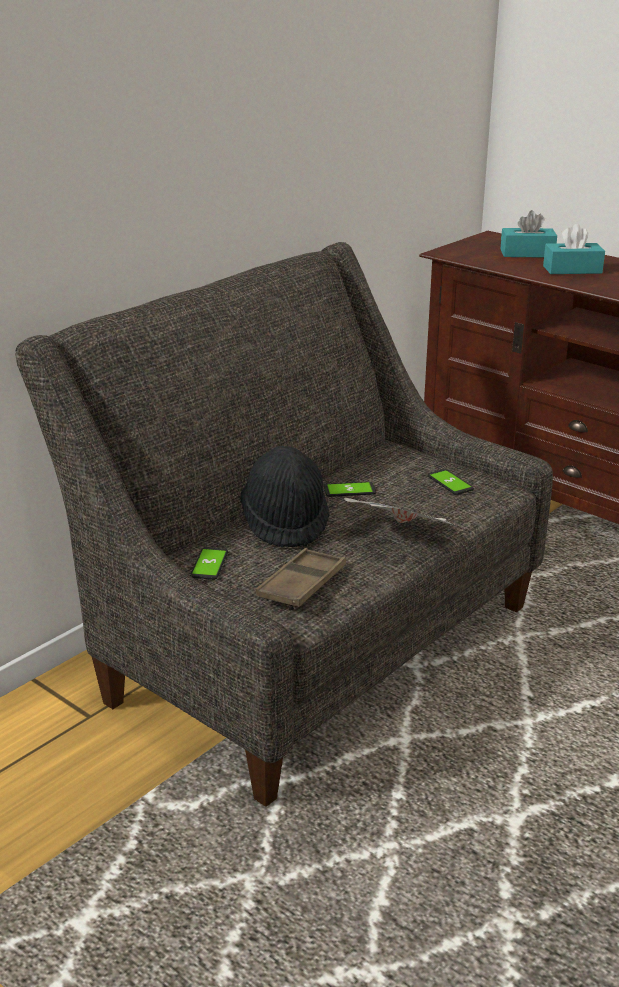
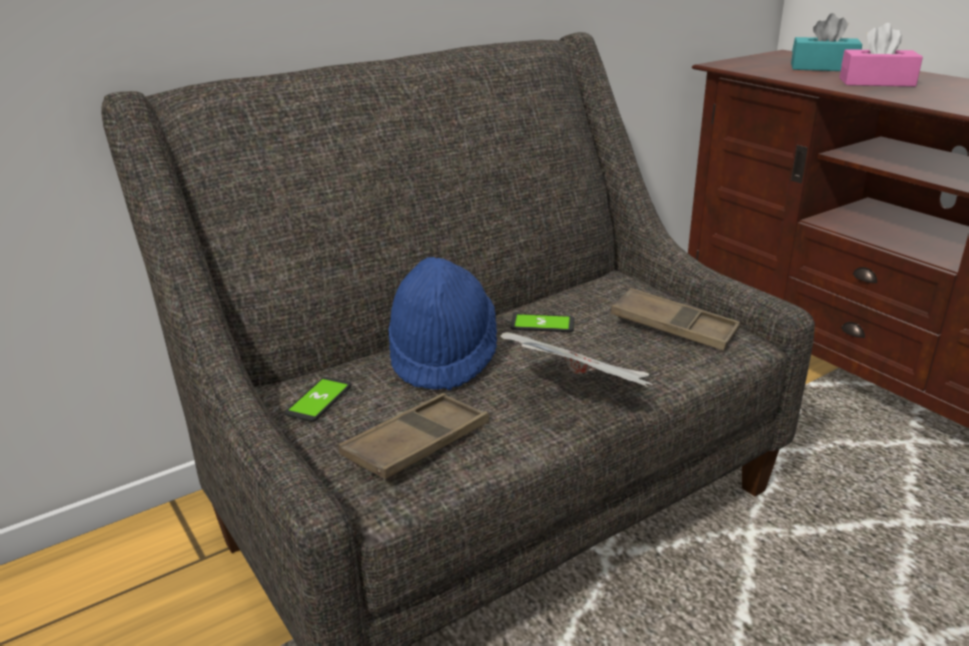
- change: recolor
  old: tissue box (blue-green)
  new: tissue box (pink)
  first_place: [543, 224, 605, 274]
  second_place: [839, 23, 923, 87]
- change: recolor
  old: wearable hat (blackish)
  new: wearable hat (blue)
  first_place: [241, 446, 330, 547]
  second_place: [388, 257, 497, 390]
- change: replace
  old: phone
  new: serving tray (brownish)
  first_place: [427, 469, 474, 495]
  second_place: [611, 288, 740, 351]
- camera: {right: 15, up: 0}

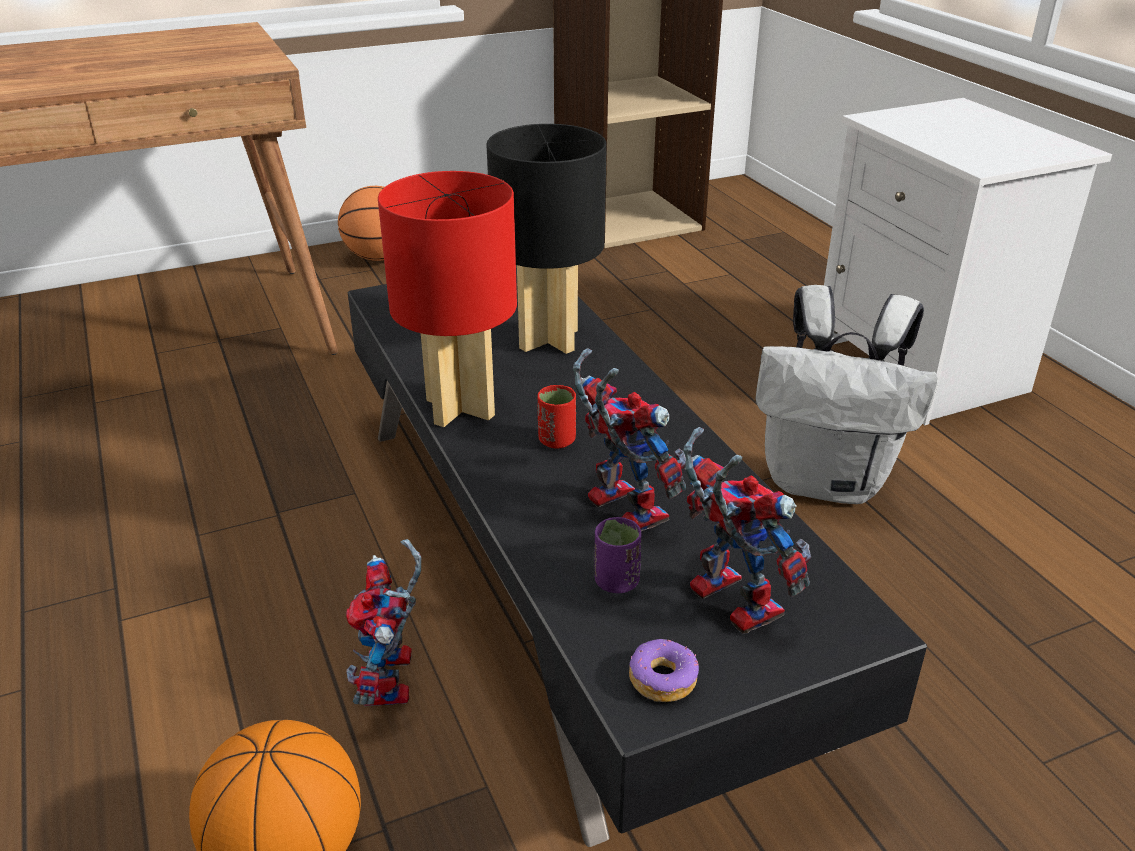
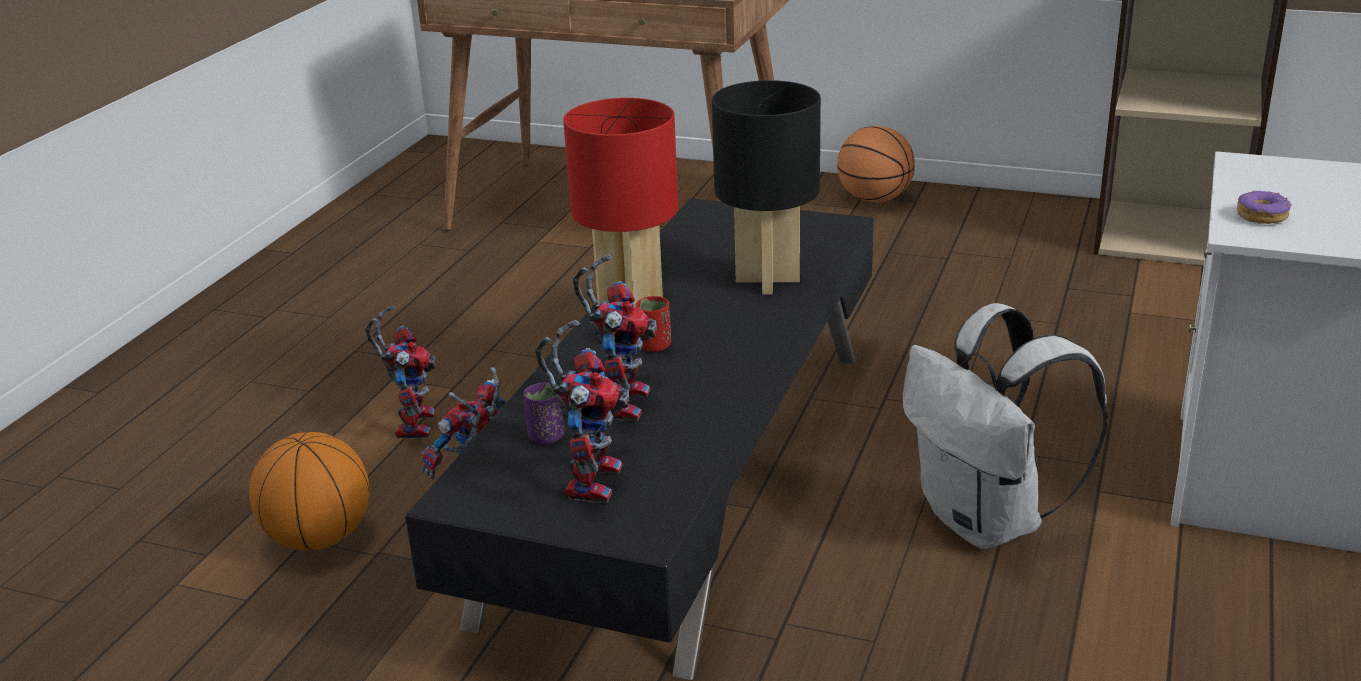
- change: move
  old: donut
  first_place: [629, 639, 699, 702]
  second_place: [1237, 191, 1292, 224]
- change: insert
  new: toy robot
  second_place: [365, 305, 436, 439]
- camera: {right: 45, up: -5}

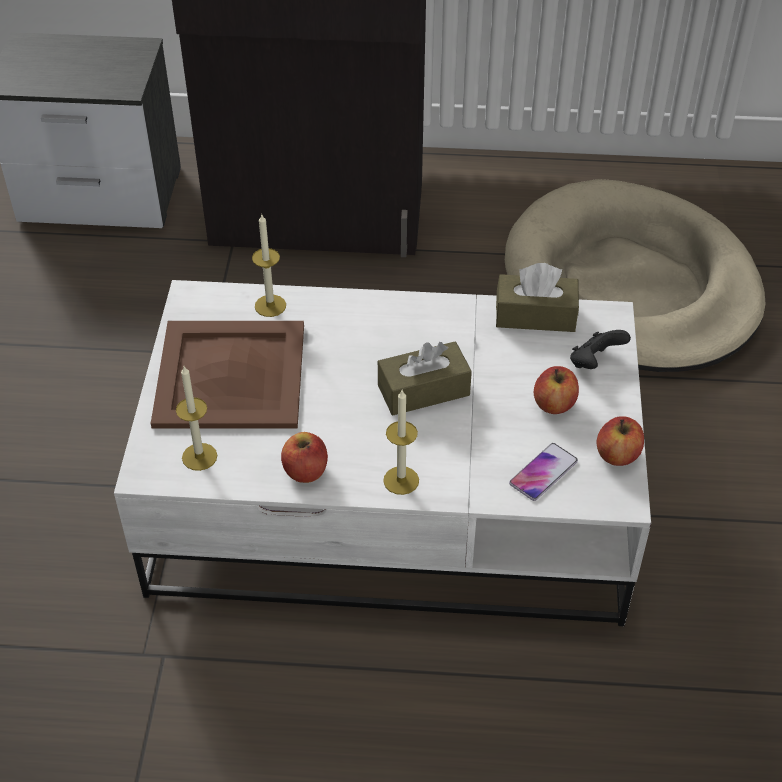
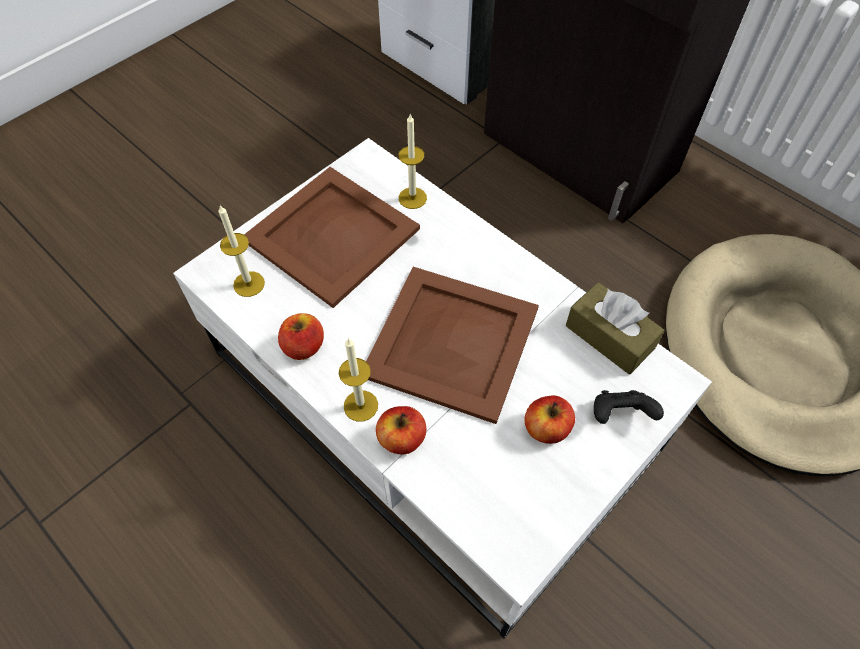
- change: replace
  old: tissue box (brownish)
  new: serving tray (brownish)
  first_place: [378, 342, 472, 415]
  second_place: [366, 267, 539, 424]
- change: move
  old: apple fruit
  first_place: [596, 416, 644, 466]
  second_place: [376, 406, 426, 454]
- change: delete
  old: phone
  first_place: [509, 443, 578, 501]
- camera: {right: 40, up: 10}

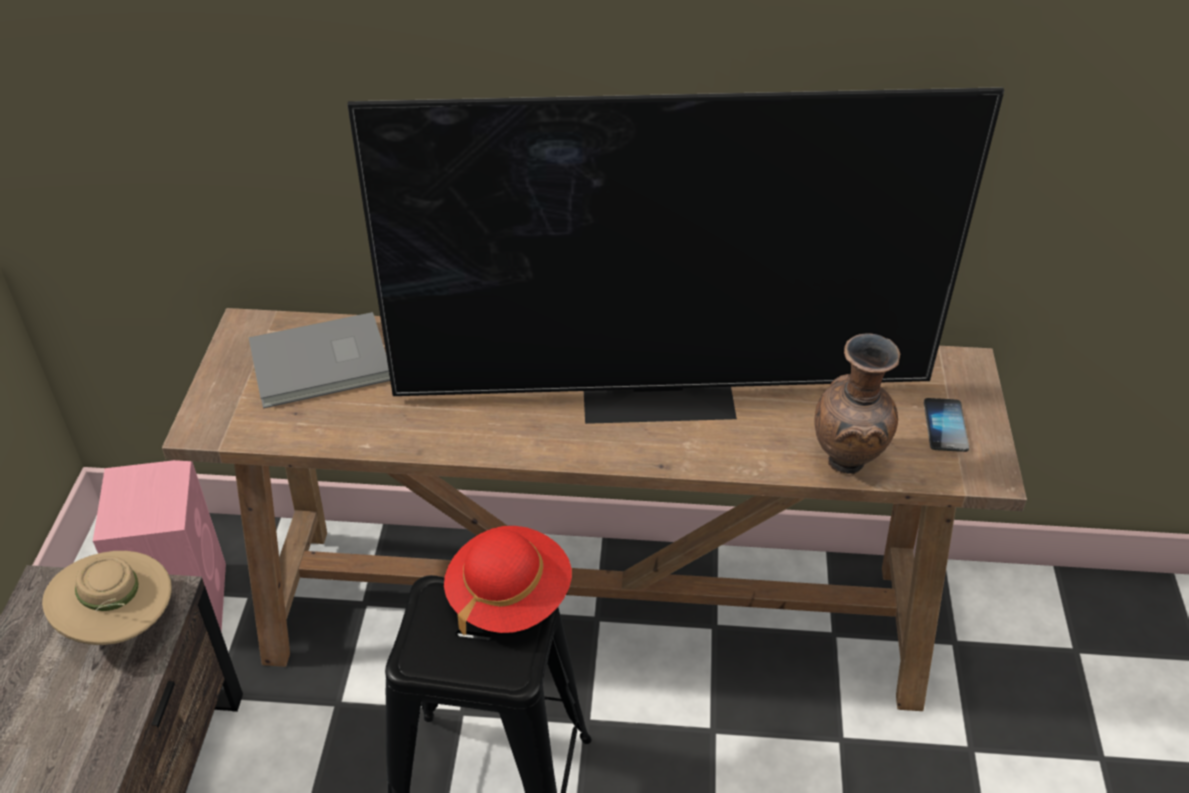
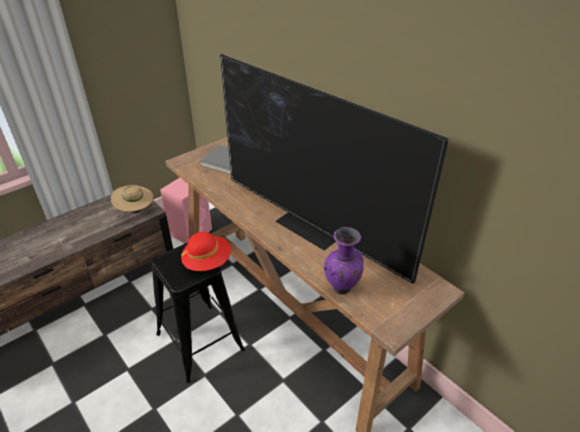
- change: recolor
  old: decorative vase (brownish)
  new: decorative vase (purple)
  first_place: [815, 333, 901, 474]
  second_place: [324, 227, 364, 295]
- change: delete
  old: phone
  first_place: [924, 398, 969, 452]
- camera: {right: 45, up: -5}

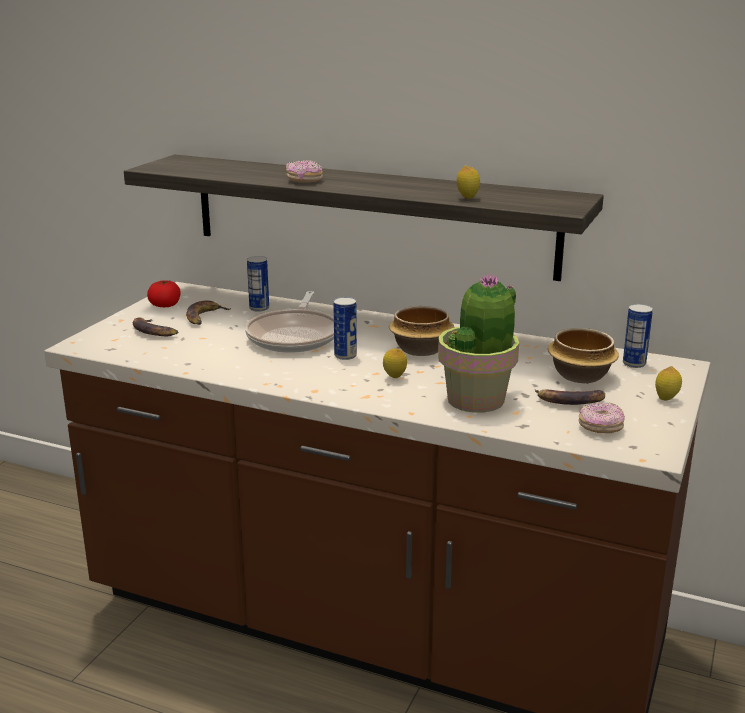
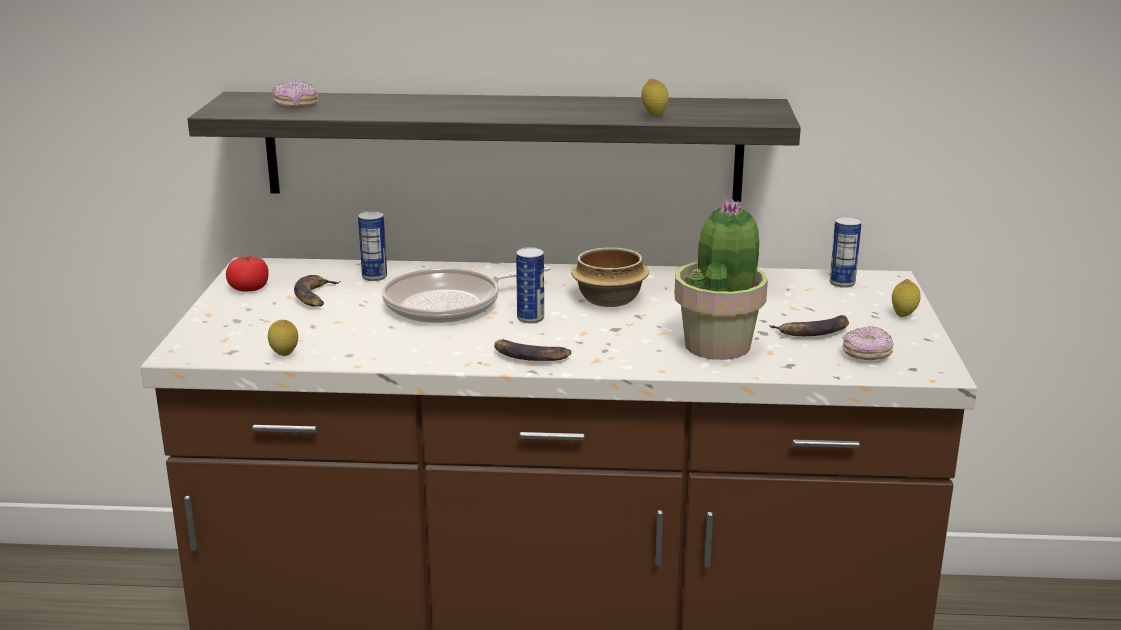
- change: move
  old: donut
  first_place: [286, 160, 323, 183]
  second_place: [272, 81, 318, 109]
- change: rotate
  old: pan
  first_place: [245, 291, 334, 353]
  second_place: [382, 266, 550, 323]
  degrees: 75
- change: move
  old: whole banana
  first_place: [133, 318, 178, 336]
  second_place: [494, 339, 571, 361]
- change: delete
  old: bowl
  first_place: [548, 328, 619, 383]
- change: move
  old: lemon
  first_place: [383, 349, 407, 378]
  second_place: [268, 320, 298, 356]
- camera: {right: -20, up: 0}

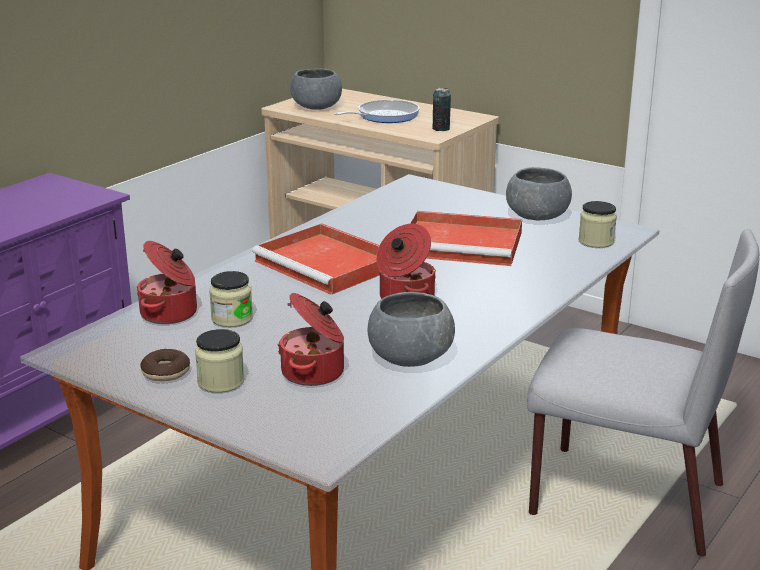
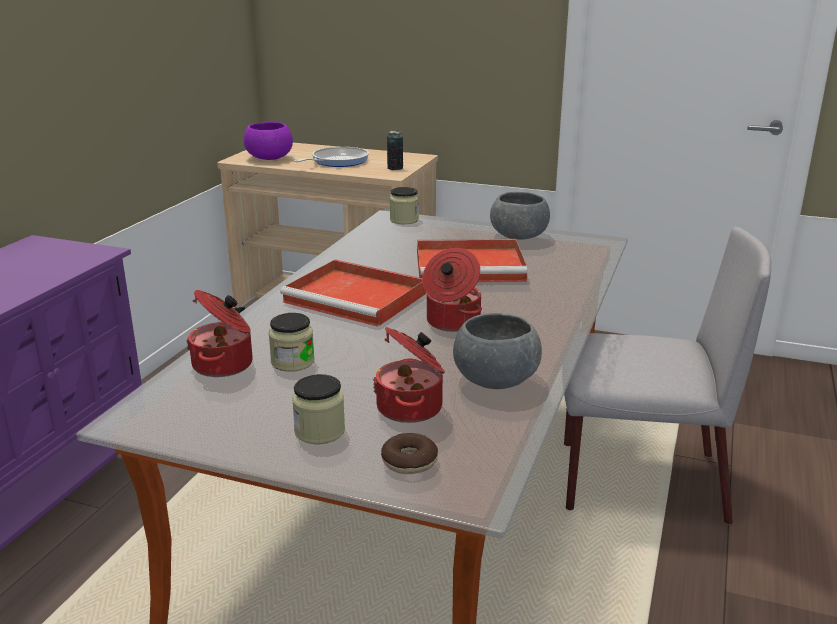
- change: recolor
  old: bowl (grey)
  new: bowl (purple)
  first_place: [290, 68, 342, 110]
  second_place: [244, 122, 293, 160]
- change: move
  old: jar
  first_place: [579, 201, 617, 248]
  second_place: [390, 187, 419, 224]
- change: move
  old: donut
  first_place: [140, 349, 190, 381]
  second_place: [381, 433, 438, 474]
- camera: {right: -15, up: 0}

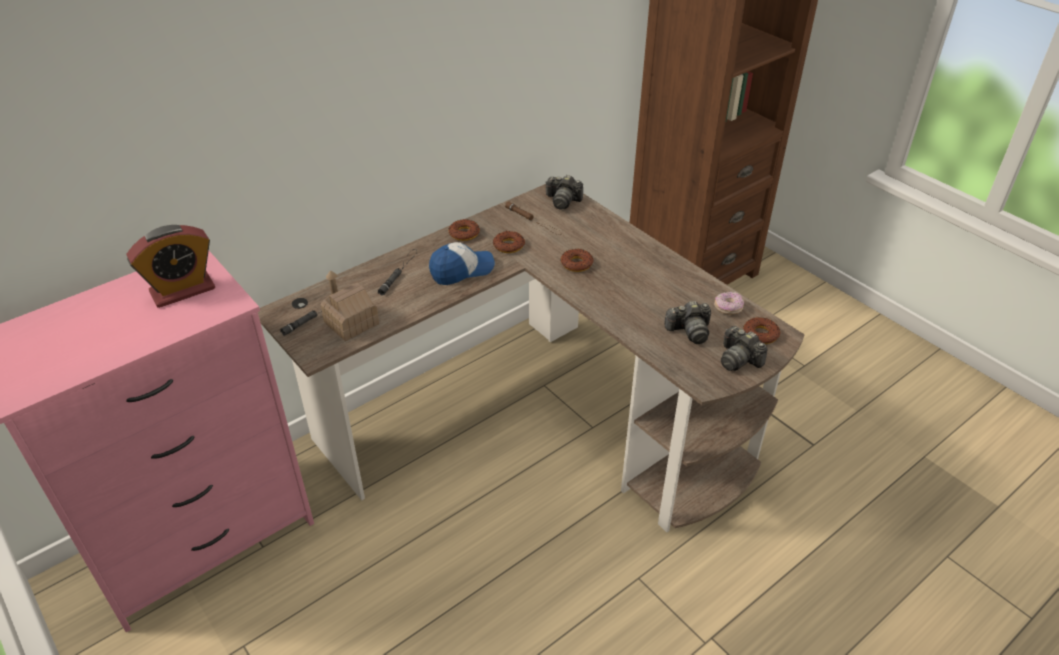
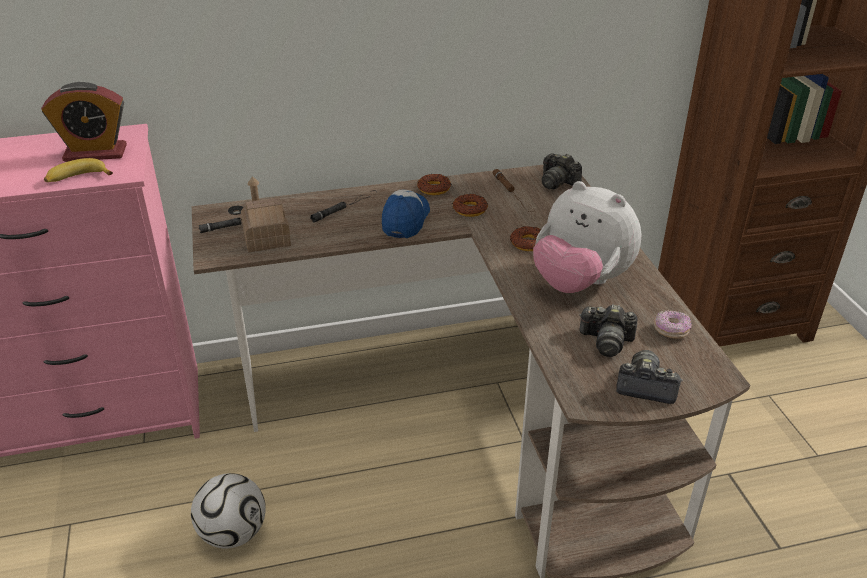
- change: rotate
  old: cap
  first_place: [429, 242, 495, 285]
  second_place: [382, 190, 430, 238]
  degrees: -75
- change: delete
  old: donut
  first_place: [743, 317, 780, 344]
- change: rotate
  old: still camera
  first_place: [721, 326, 767, 371]
  second_place: [616, 350, 683, 404]
  degrees: 120
- change: insert
  new: whole banana
  second_place: [44, 158, 113, 182]
- change: insert
  new: cuddly toy
  second_place: [533, 181, 641, 293]
- change: insert
  new: football
  second_place: [191, 473, 266, 549]
- camera: {right: 25, up: -5}

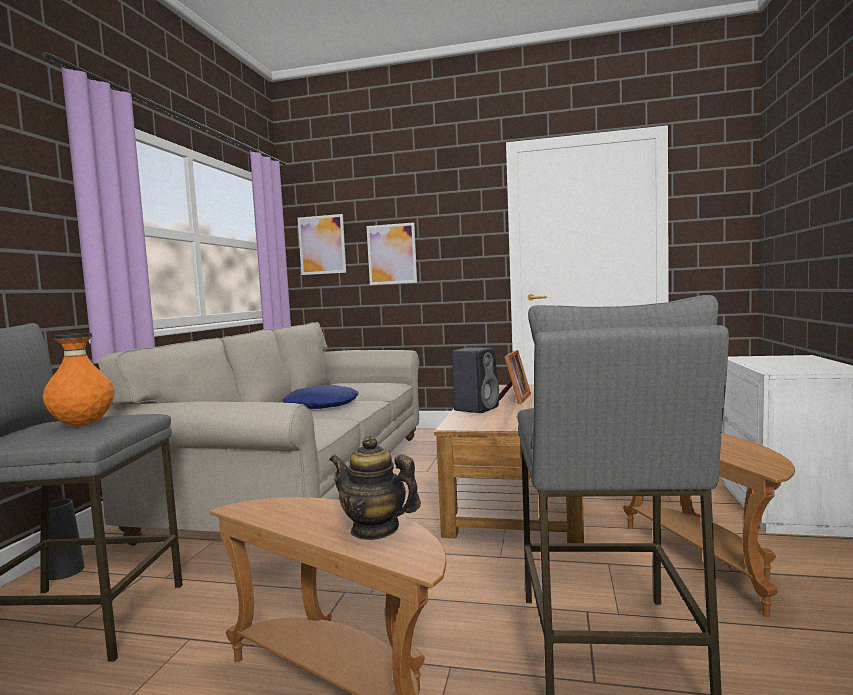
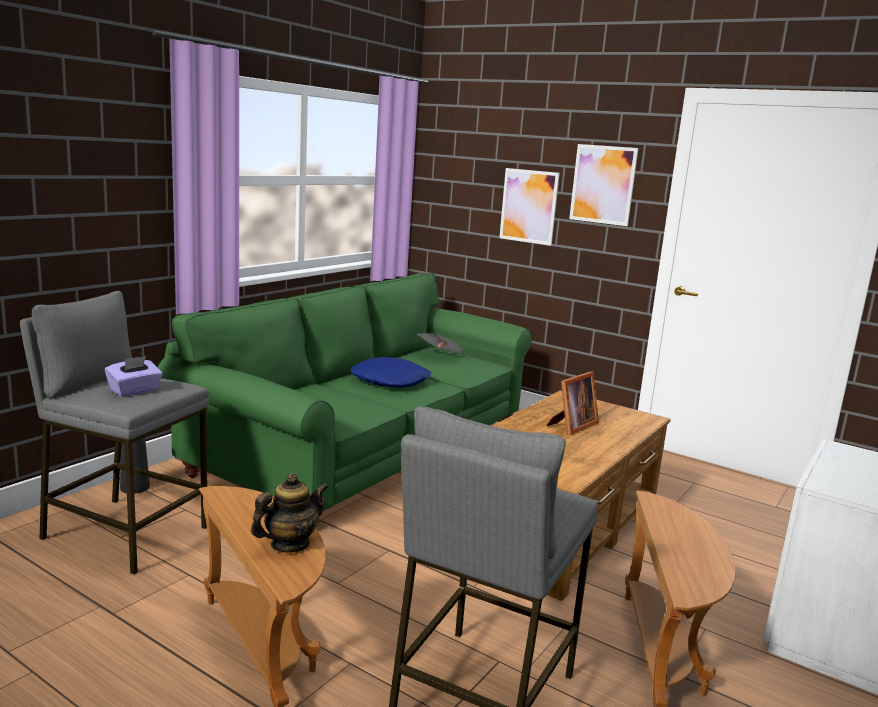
- change: move
  old: wall picture
  first_place: [298, 214, 346, 275]
  second_place: [569, 144, 639, 226]
- change: recolor
  old: couch (beige-coloured)
  new: couch (greenish)
  first_place: [98, 322, 420, 546]
  second_place: [158, 273, 532, 526]
- change: replace
  old: decorative vase (orange)
  new: tissue box (purple)
  first_place: [42, 333, 114, 426]
  second_place: [105, 356, 163, 397]
- change: delete
  old: speaker (blackish)
  first_place: [452, 347, 499, 413]
- change: rotate
  old: tea pot
  first_place: [329, 435, 421, 540]
  second_place: [251, 473, 328, 553]
  degrees: 90
- change: insert
  new: newspaper
  second_place: [416, 333, 463, 353]
- camera: {right: 20, up: 10}

